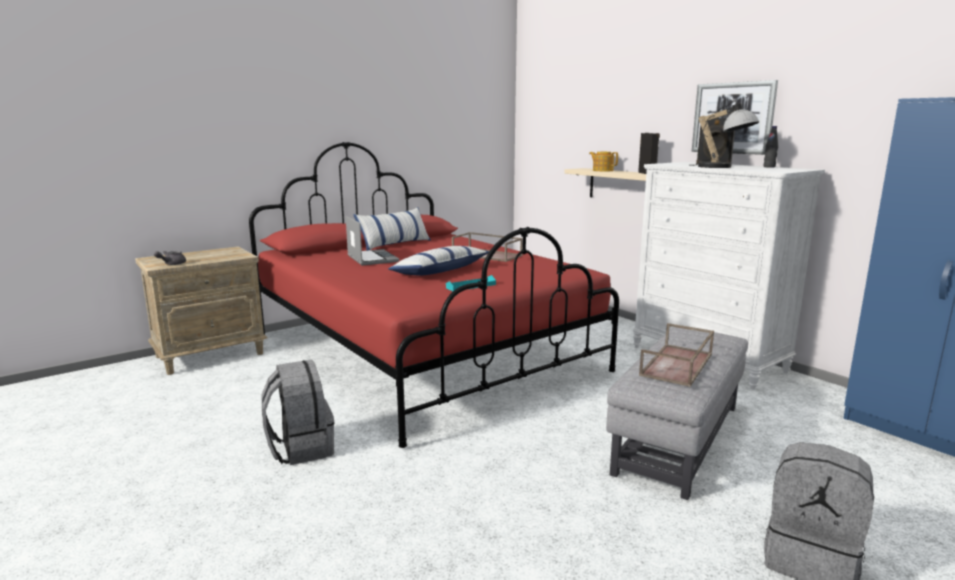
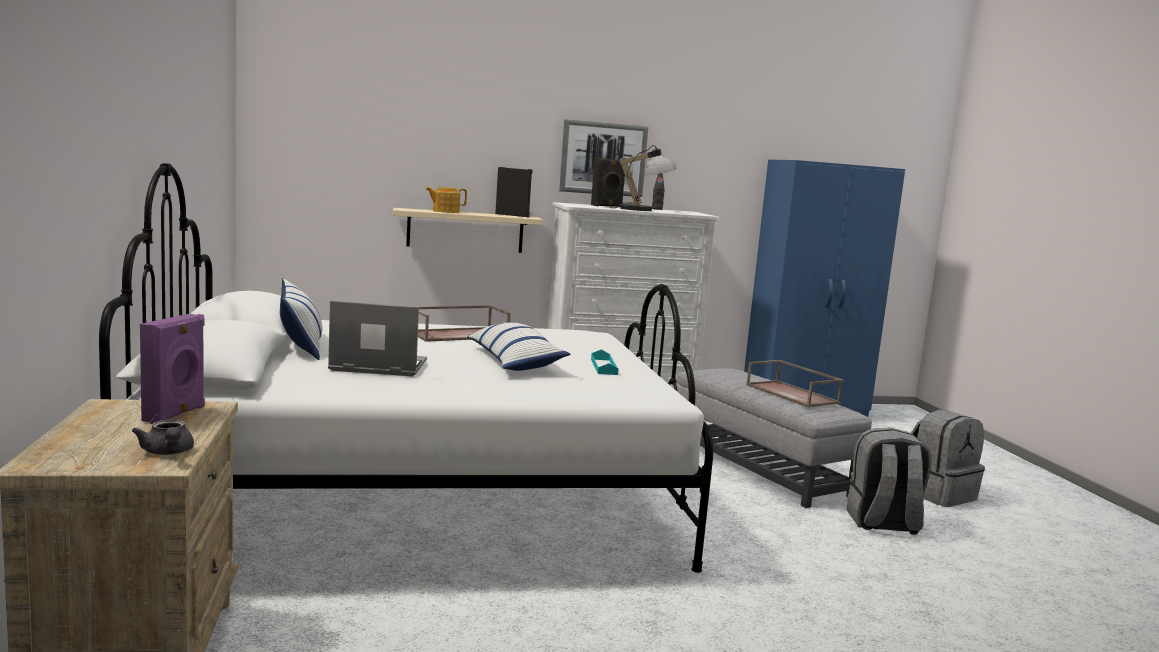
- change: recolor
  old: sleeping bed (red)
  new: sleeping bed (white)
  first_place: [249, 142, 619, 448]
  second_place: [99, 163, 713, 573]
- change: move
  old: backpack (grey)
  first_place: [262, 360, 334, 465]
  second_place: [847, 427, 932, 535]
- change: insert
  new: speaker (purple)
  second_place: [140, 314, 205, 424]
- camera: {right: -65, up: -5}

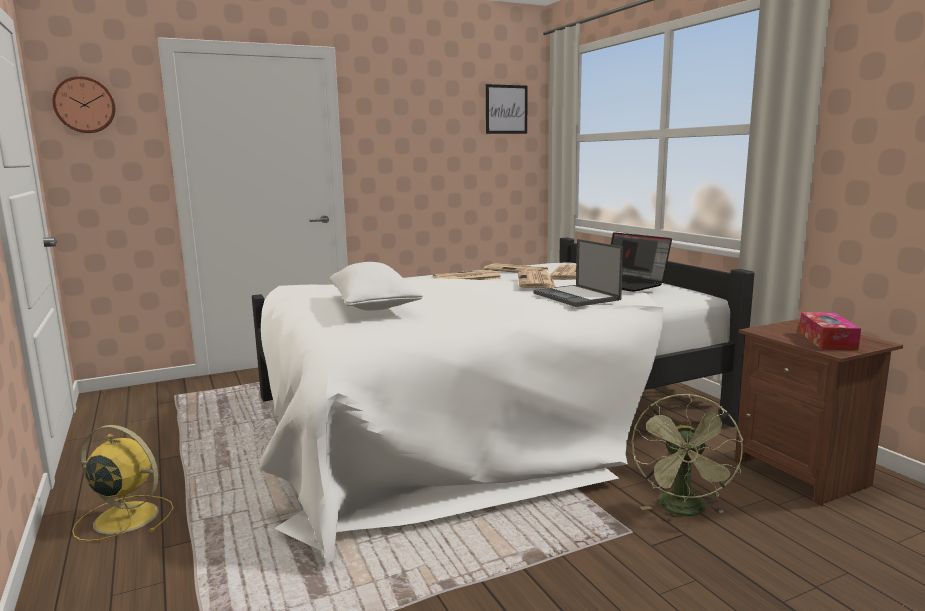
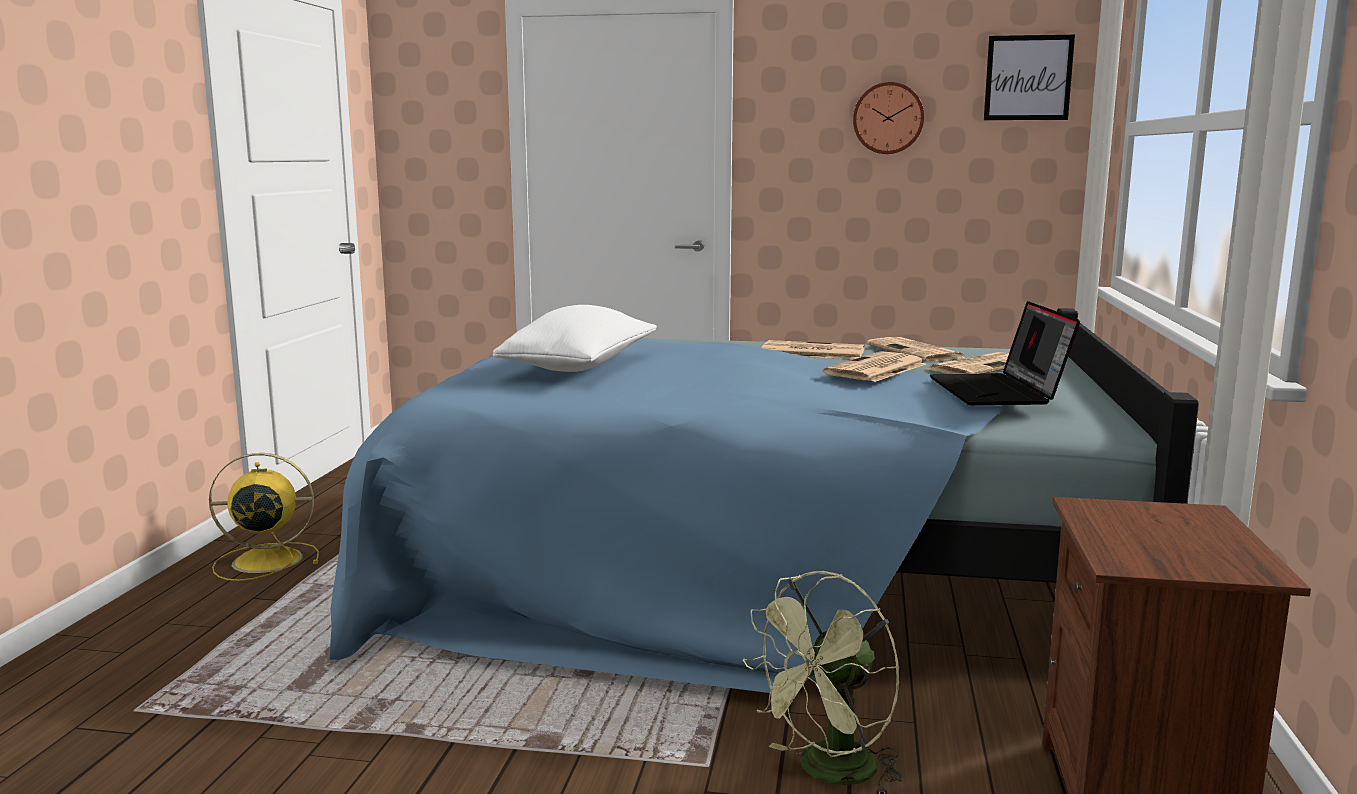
- change: move
  old: clock on the wall
  first_place: [52, 76, 115, 133]
  second_place: [853, 82, 924, 154]
- change: recolor
  old: sleeping bed (white)
  new: sleeping bed (blue)
  first_place: [252, 238, 754, 564]
  second_place: [330, 308, 1199, 693]
- change: delete
  old: notebook computer
  first_place: [534, 239, 623, 307]
- change: delete
  old: tissue box
  first_place: [799, 312, 861, 351]
- change: rotate
  old: electric fan (yellow)
  first_place: [72, 425, 174, 541]
  second_place: [209, 453, 319, 581]
  degrees: -60
- camera: {right: 35, up: 0}

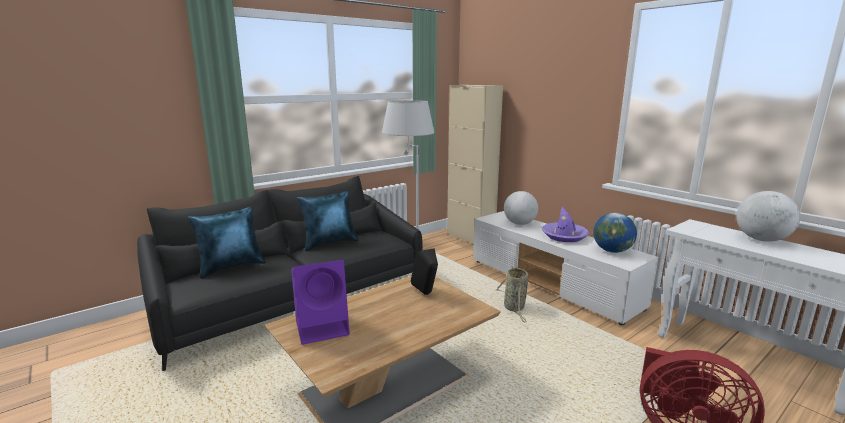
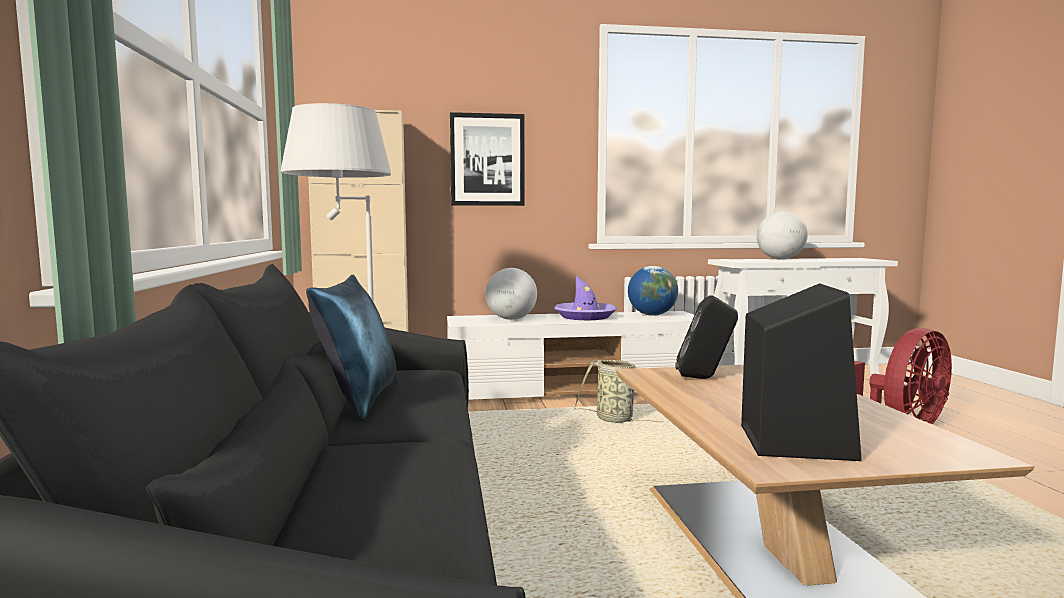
- change: delete
  old: cushion (blue)
  first_place: [188, 206, 266, 279]
- change: recolor
  old: speaker (purple)
  new: speaker (blackish)
  first_place: [291, 260, 350, 345]
  second_place: [741, 283, 862, 461]
- change: insert
  new: wall picture
  second_place: [450, 112, 525, 206]
- camera: {right: -60, up: -10}

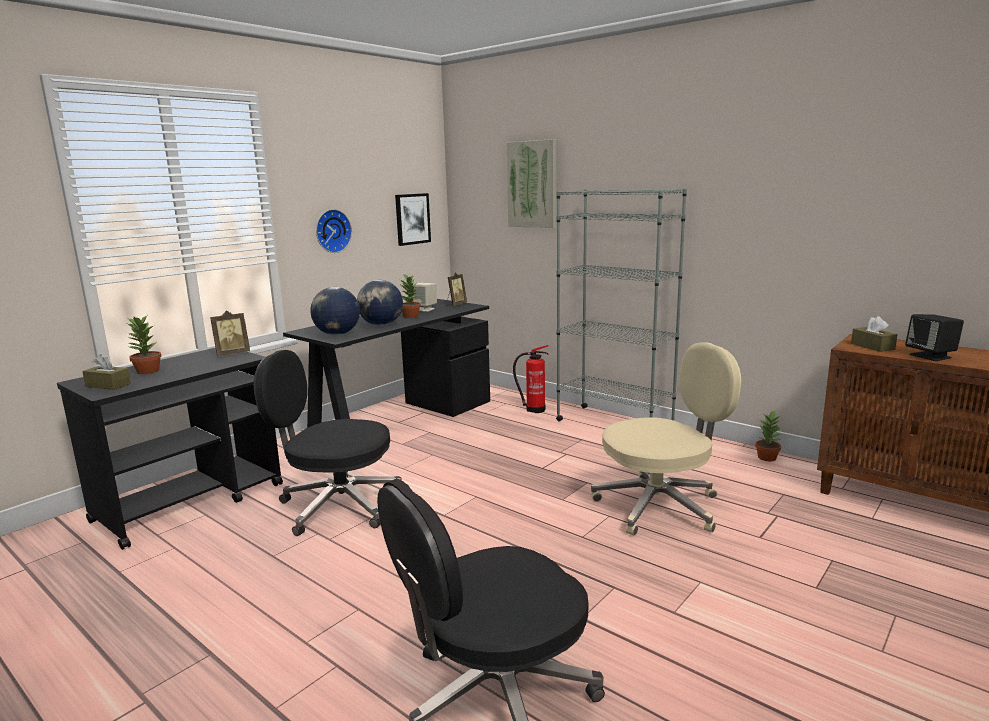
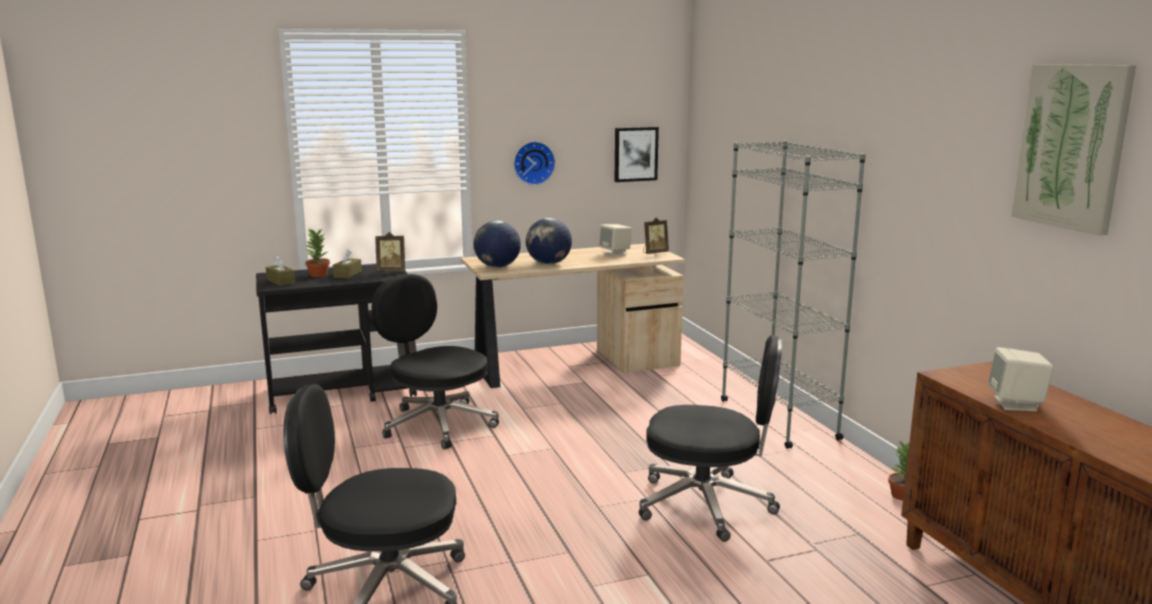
- change: move
  old: wall picture
  first_place: [506, 139, 556, 228]
  second_place: [1011, 64, 1136, 235]
- change: delete
  old: houseplant
  first_place: [400, 274, 421, 318]
- change: recolor
  old: desk table (blackish)
  new: desk table (beige-coloured)
  first_place: [283, 299, 490, 428]
  second_place: [461, 244, 685, 388]
- change: recolor
  old: speaker (blackish)
  new: speaker (beige-coloured)
  first_place: [905, 314, 964, 361]
  second_place: [988, 347, 1054, 411]
- change: move
  old: tissue box (brownish)
  first_place: [851, 316, 897, 352]
  second_place: [333, 250, 362, 278]
- change: recolor
  old: desk chair (beige-coloured)
  new: desk chair (blackish)
  first_place: [591, 342, 741, 536]
  second_place: [639, 335, 782, 542]
- change: delete
  old: extinguisher
  first_place: [513, 345, 549, 413]
- camera: {right: 30, up: 0}

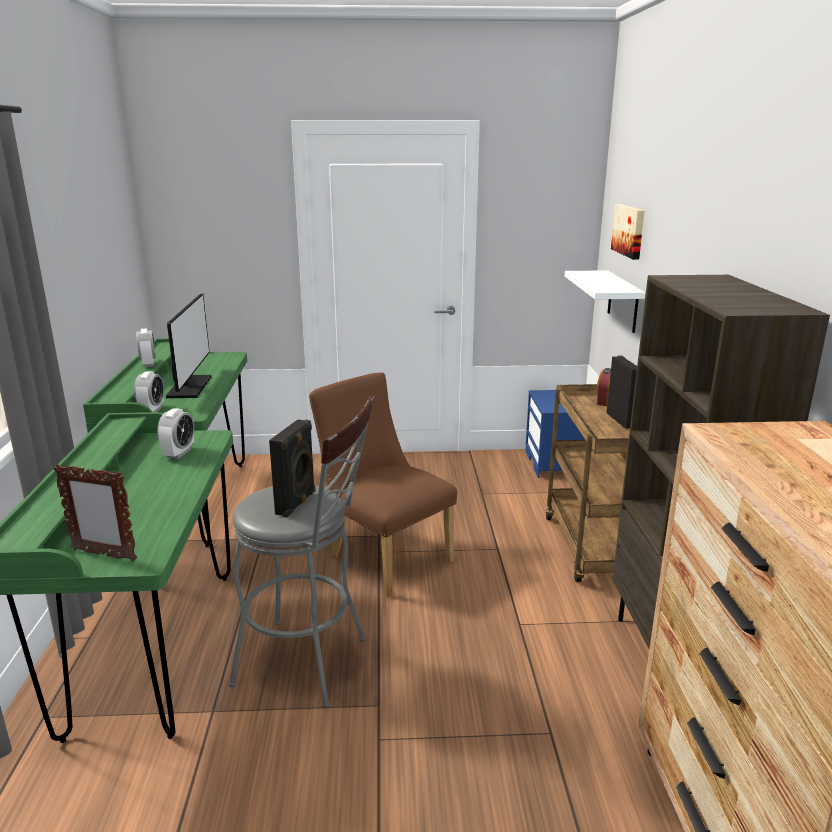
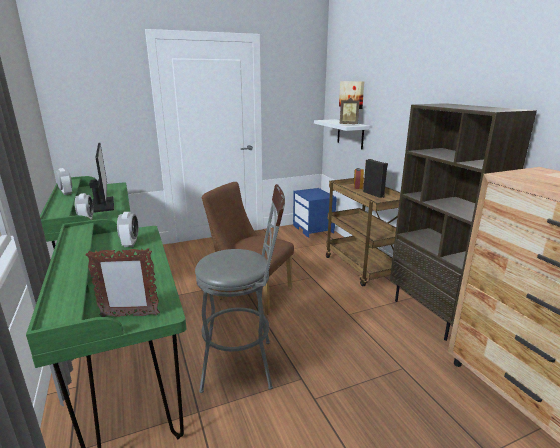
- change: delete
  old: speaker (blackish)
  first_place: [269, 420, 315, 518]
- change: insert
  new: photo frame
  second_place: [340, 98, 360, 124]
- camera: {right: -20, up: 0}

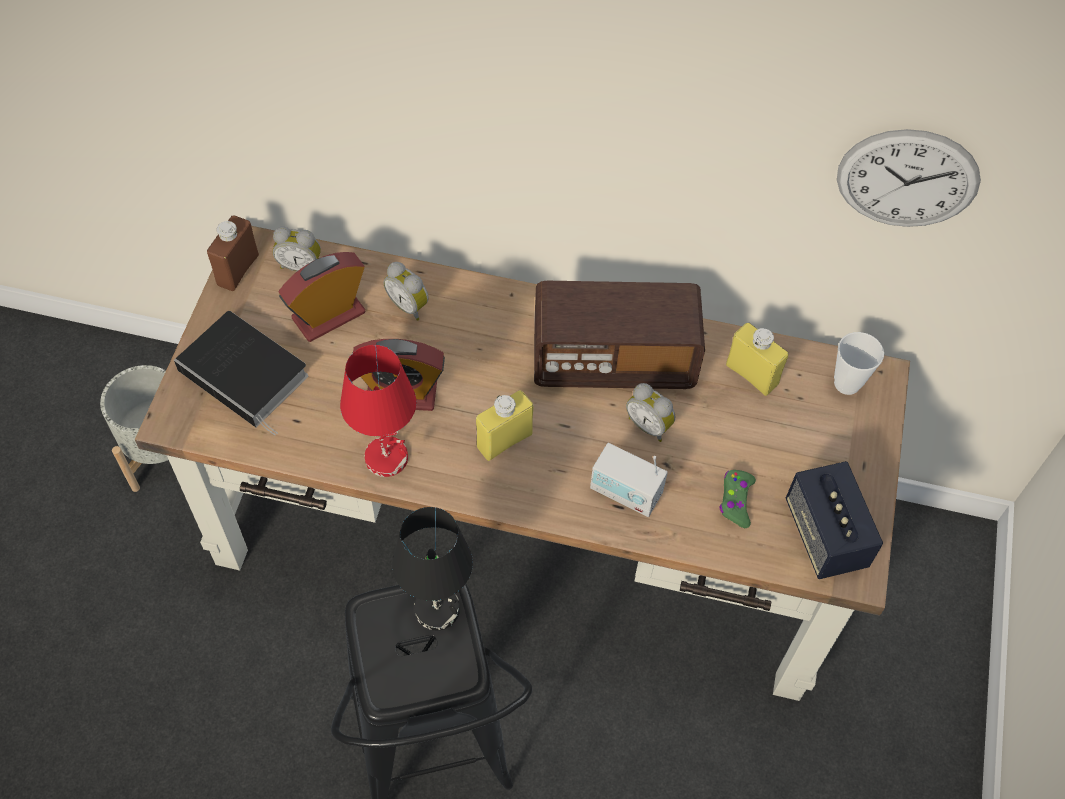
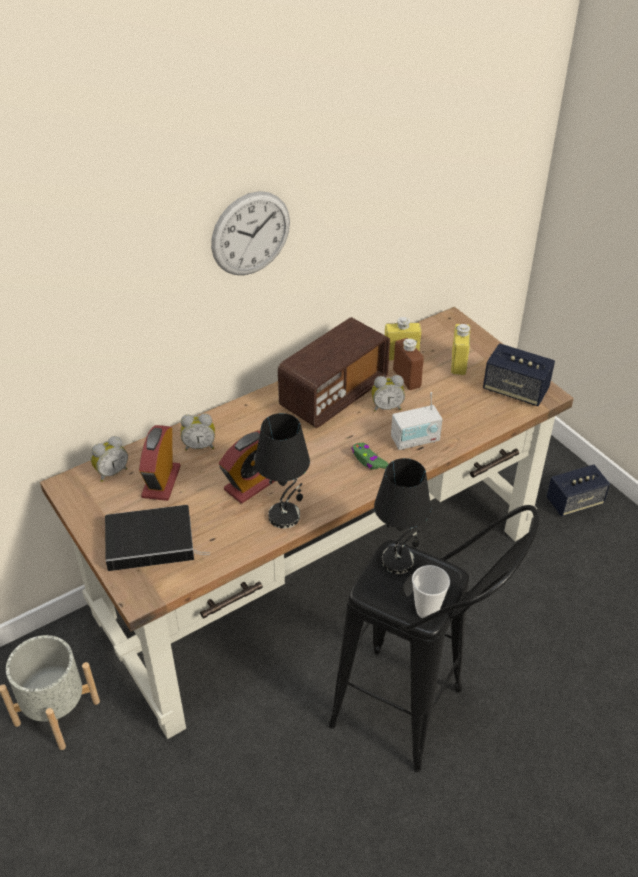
- change: move
  old: clock on the wall
  first_place: [837, 129, 981, 227]
  second_place: [211, 191, 290, 275]
- change: move
  old: beverage bottle (brownish)
  first_place: [207, 216, 259, 291]
  second_place: [393, 338, 424, 390]
- change: move
  old: small cup
  first_place: [834, 332, 884, 395]
  second_place: [412, 565, 450, 618]
- change: recolor
  old: table lamp (red)
  new: table lamp (blackish)
  first_place: [340, 345, 417, 477]
  second_place: [255, 413, 310, 529]
- change: move
  old: beverage bottle (yellow)
  first_place: [476, 390, 533, 461]
  second_place: [451, 324, 470, 375]
- change: move
  old: game controller (greenish)
  first_place: [719, 470, 756, 528]
  second_place: [352, 443, 388, 470]
- change: insert
  new: speaker
  second_place: [547, 465, 610, 516]
- camera: {right: -45, up: -15}

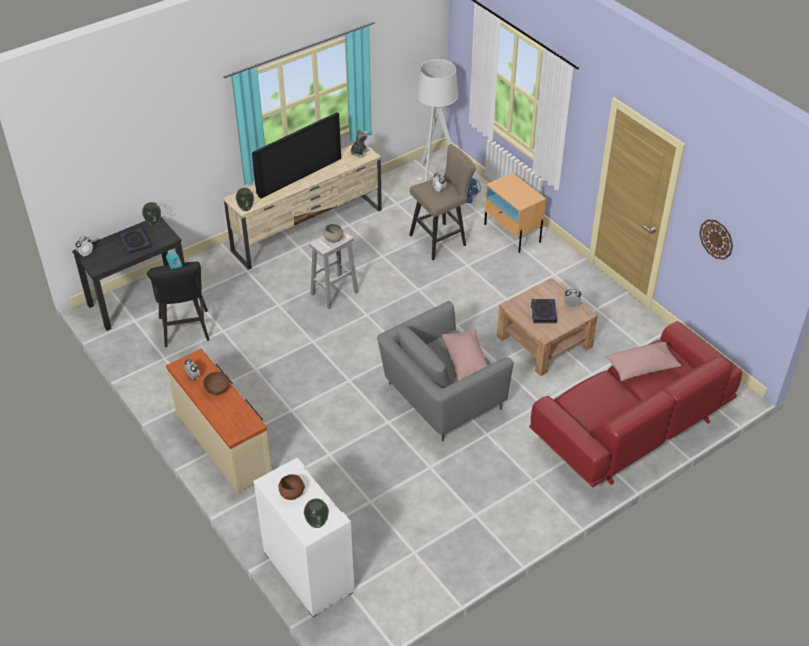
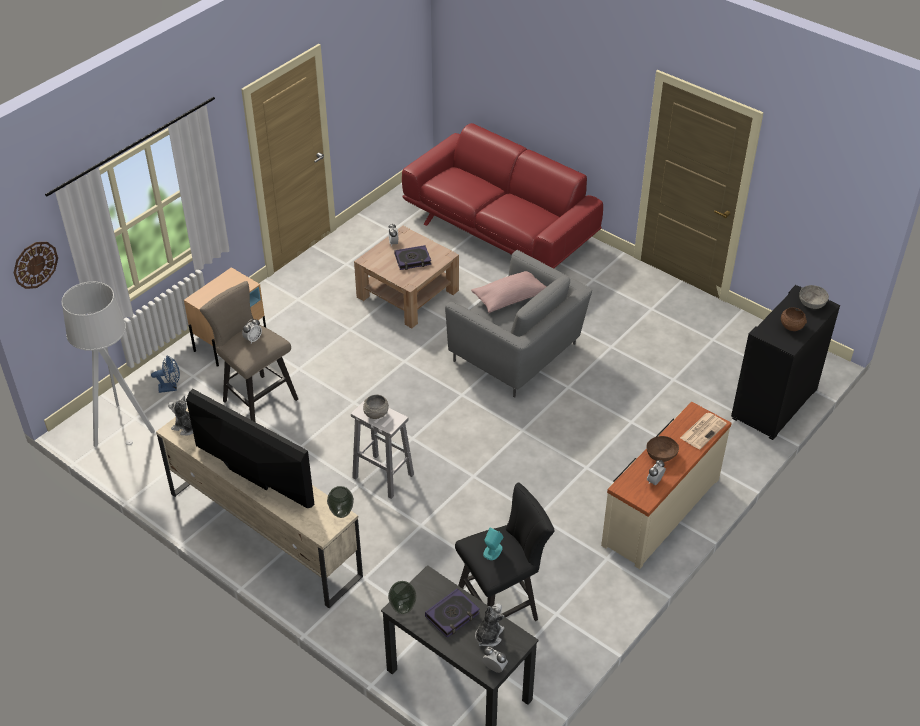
- change: move
  old: clock on the wall
  first_place: [699, 220, 733, 260]
  second_place: [14, 242, 58, 289]
- change: delete
  old: cushion (pink)
  first_place: [606, 342, 682, 381]
- change: recolor
  old: cupboard (white)
  new: cupboard (blackish)
  first_place: [254, 458, 355, 617]
  second_place: [731, 285, 840, 440]
- change: replace
  old: decorative vase
  new: bowl (grey)
  first_place: [304, 498, 329, 528]
  second_place: [799, 285, 829, 309]
- change: insert
  new: newspaper
  second_place: [680, 413, 727, 450]
- change: insert
  new: cuddly toy
  second_place: [475, 603, 505, 647]
- camera: {right: -105, up: 0}

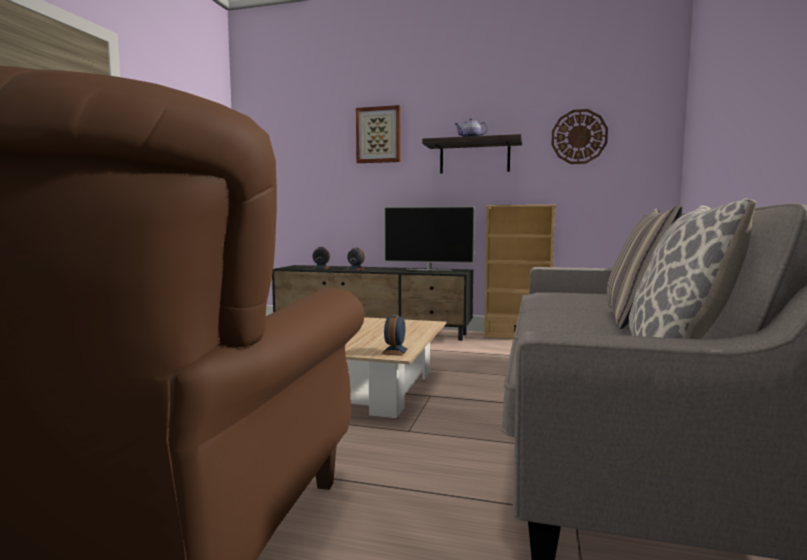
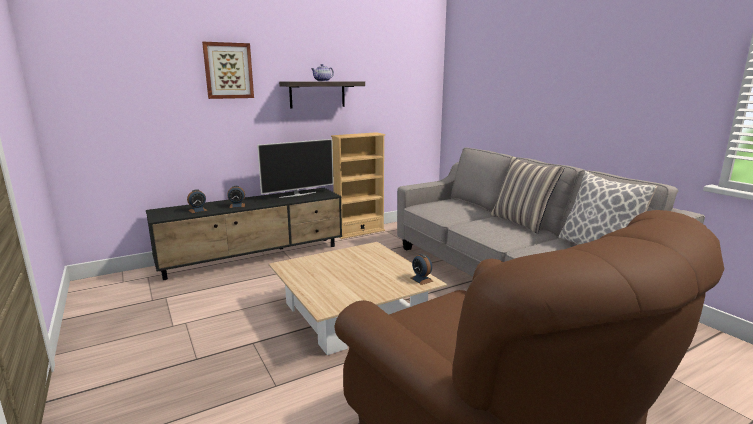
- change: delete
  old: clock on the wall
  first_place: [551, 109, 608, 164]
- camera: {right: -45, up: 10}

